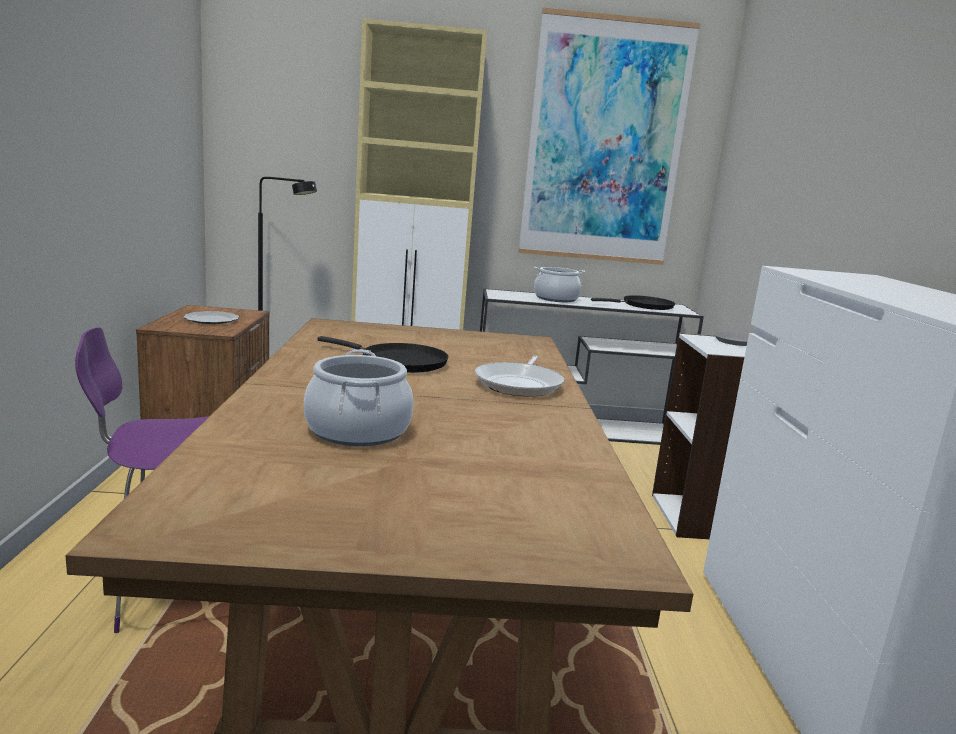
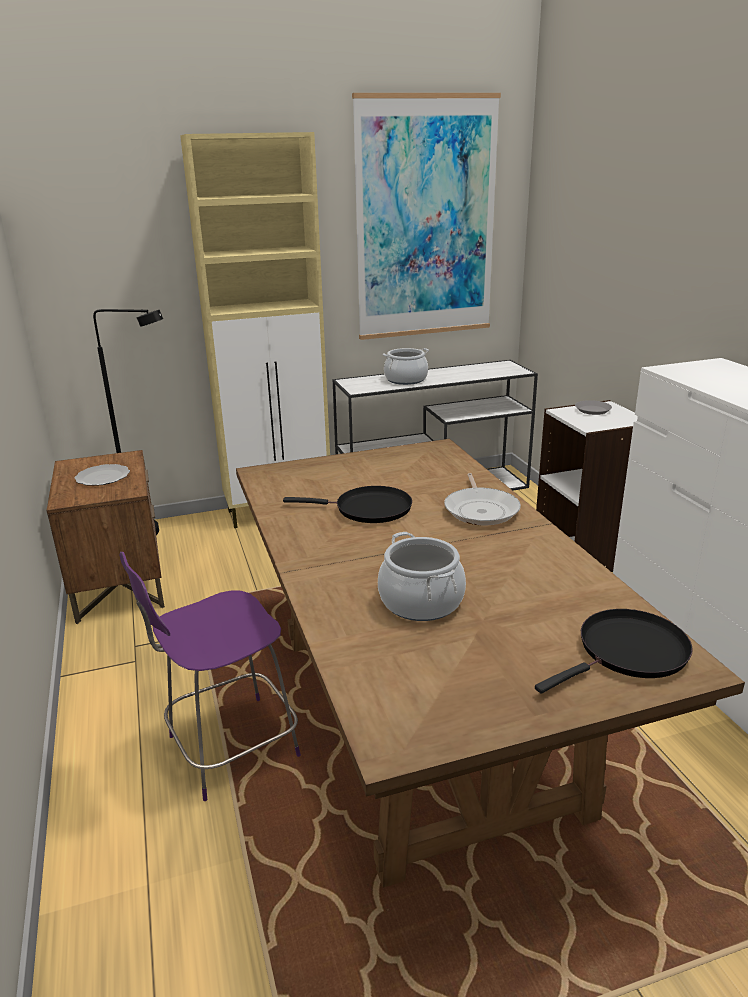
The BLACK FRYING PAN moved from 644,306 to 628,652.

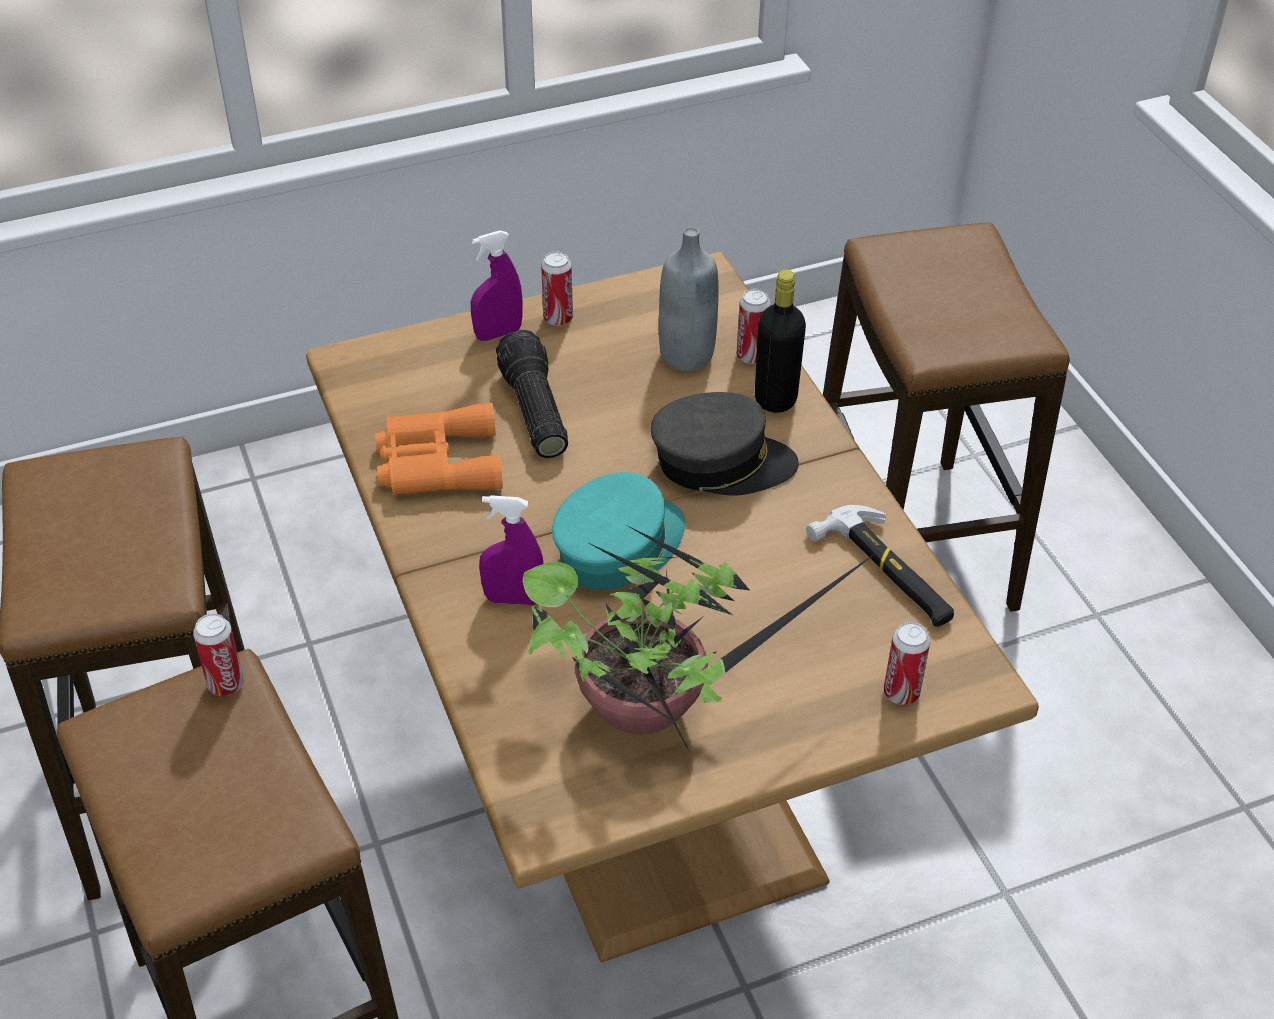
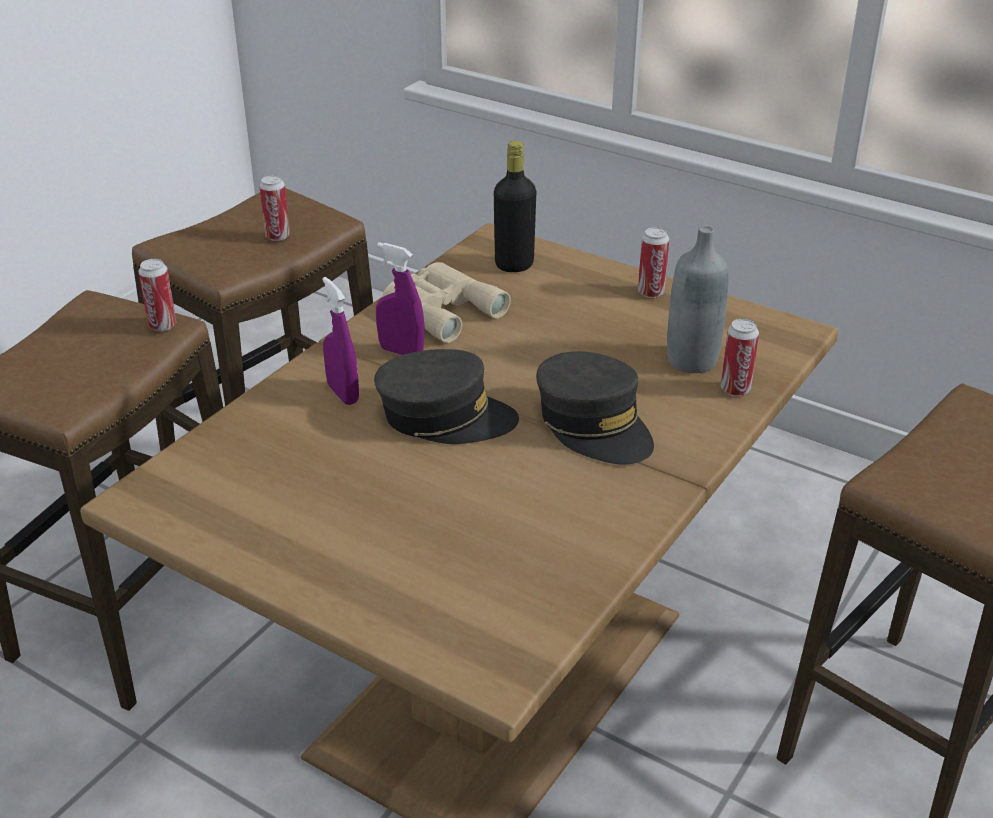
The ORANGE BINOCULARS at 435,462 became the BEIGE BINOCULARS at 440,309. The PURPLE SPRAY BOTTLE moved from 498,333 to 401,352. The FLASHLIGHT at 532,411 disappeared. The POTTED PLANT at 649,705 disappeared. The TURQUOISE CAP at 619,547 became the GREY CAP at 445,417. The BLACK BOTTLE moved from 775,399 to 514,265. The HAMMER at 887,572 disappeared. The CAN moved from 901,693 to 277,236.

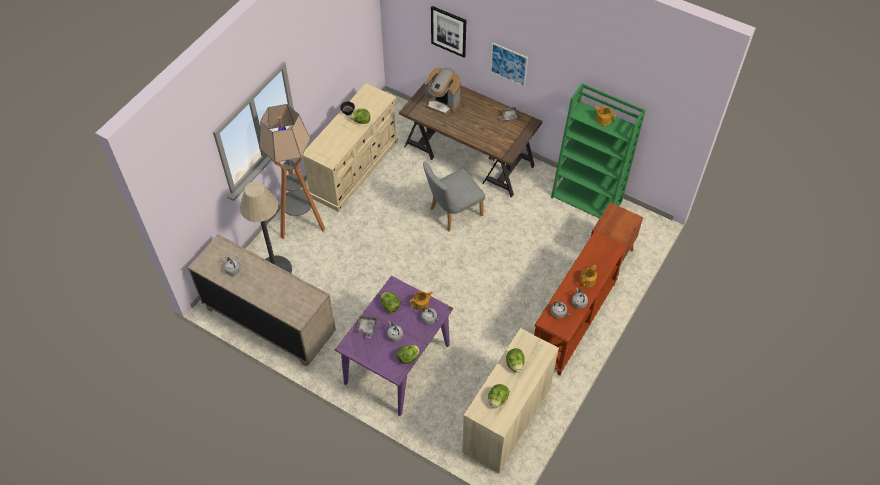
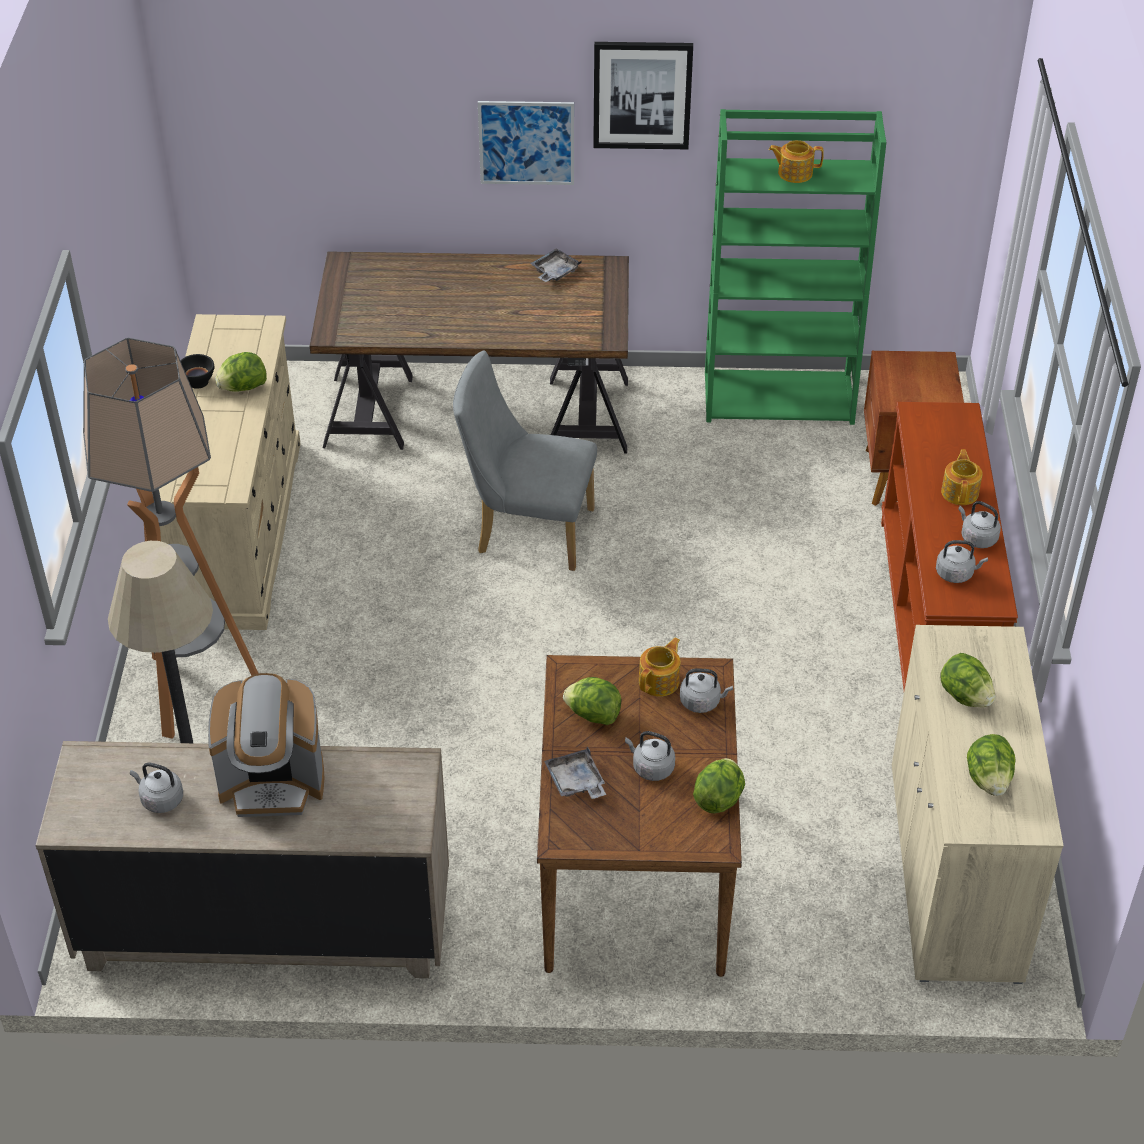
The PURPLE DINING TABLE at 397,363 became the BROWN DINING TABLE at 634,871. The GREY CHAIR at 452,213 turned 75 degrees clockwise. The COFFEE MACHINE moved from 442,103 to 273,783. The PICTURE moved from 449,31 to 642,95.

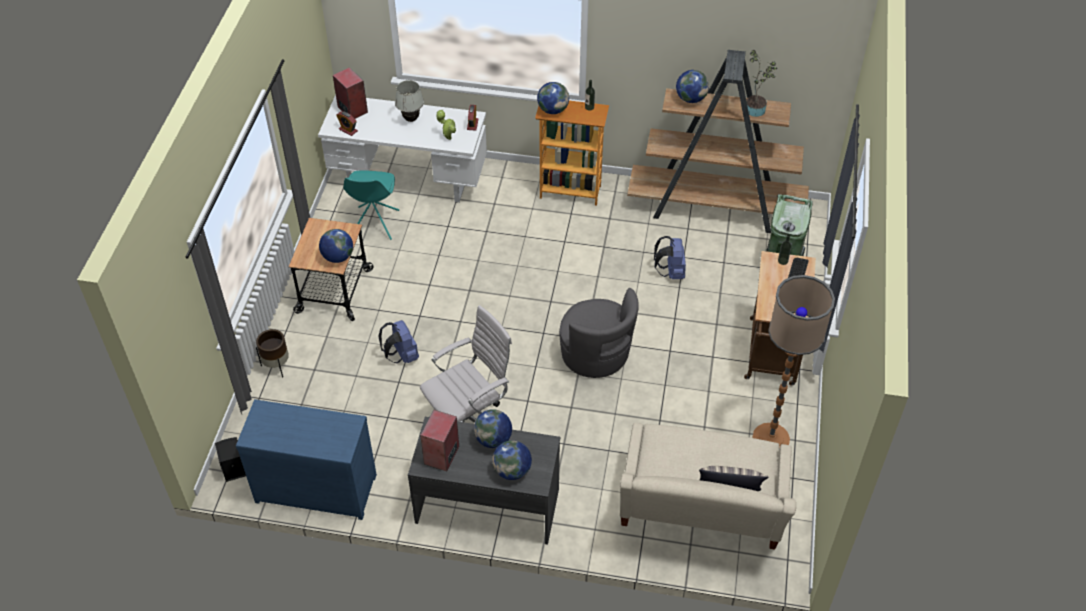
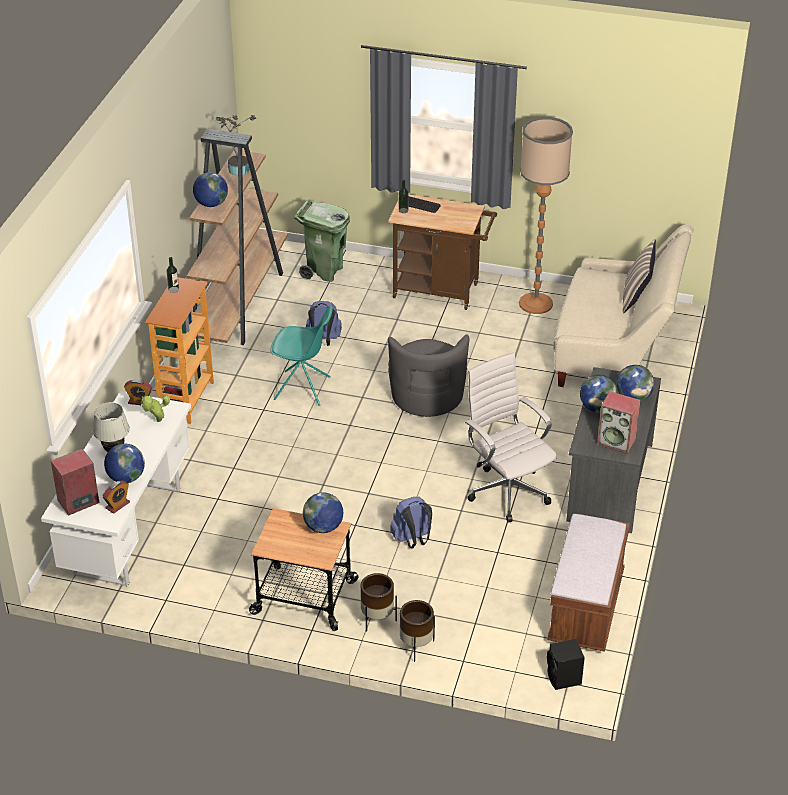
The BLUE DRESSER at 316,485 was replaced by the BROWN BENCH at 586,608. The TURQUOISE CHAIR moved from 374,224 to 303,388. The GLOBE moved from 553,110 to 126,478. The GREY ARMCHAIR at 596,355 turned 120 degrees clockwise. The BROWN PLANTER at 377,619 appeared.

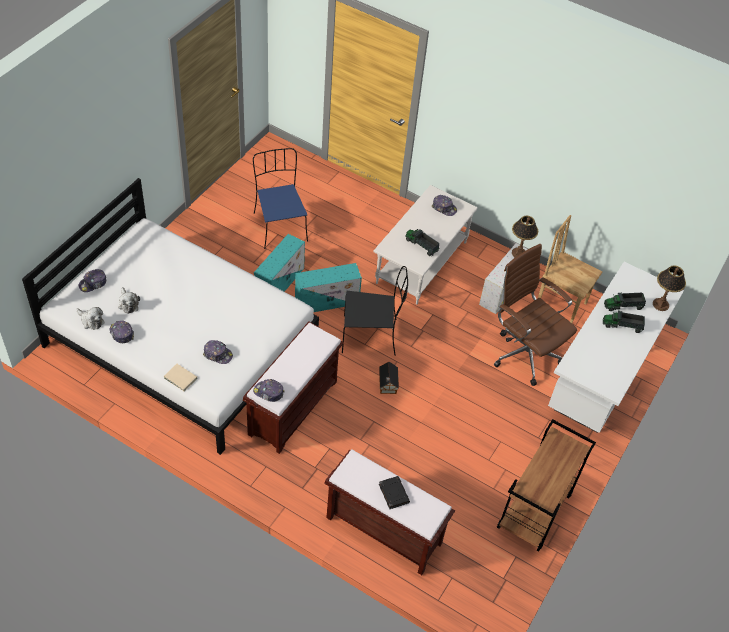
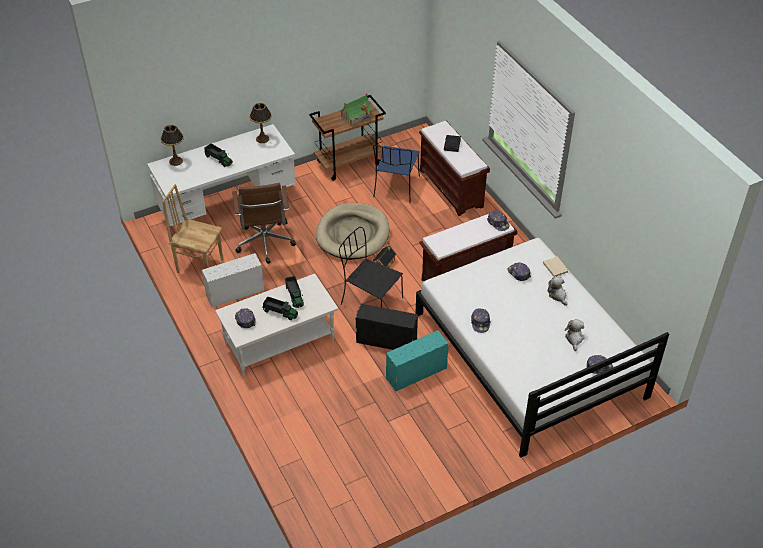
The PLUSH TOY moved from 91,321 to 557,295. The CAP moved from 121,333 to 480,323. The BLUE CHAIR moved from 279,226 to 396,188. The TURQUOISE STORAGE BOX at 328,301 became the BLACK STORAGE BOX at 385,341. The TABLE LAMP moved from 519,253 to 262,139. The BROWN CHAIR at 561,304 turned 135 degrees clockwise. The TOY TRUCK moved from 623,306 to 280,312. The BEIGE DOG BED at 353,234 appeared. The TOY HOUSE at 356,117 appeared.

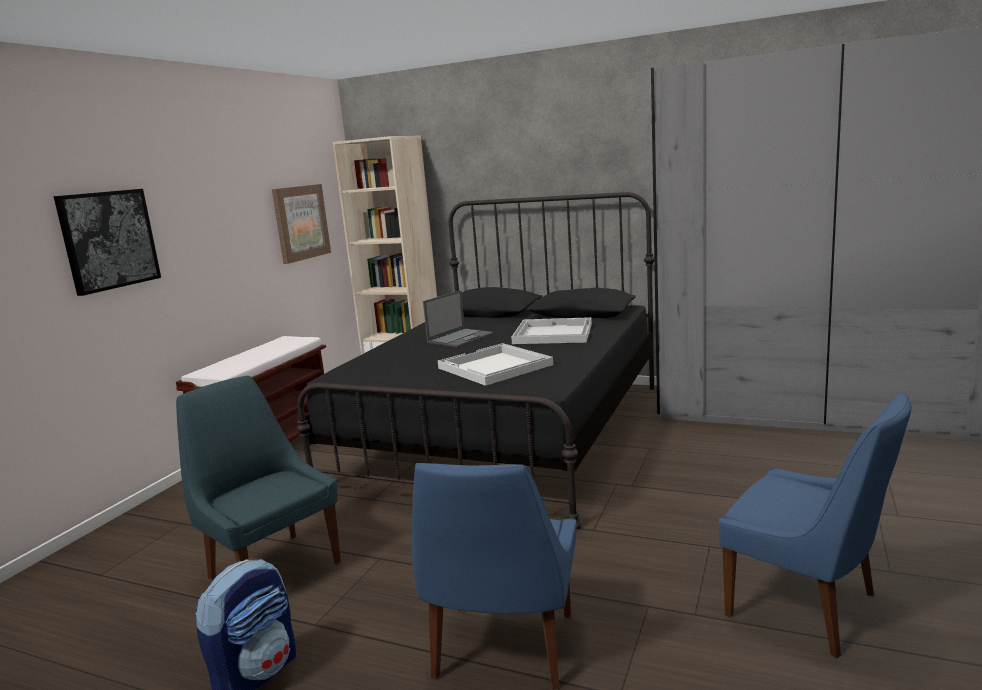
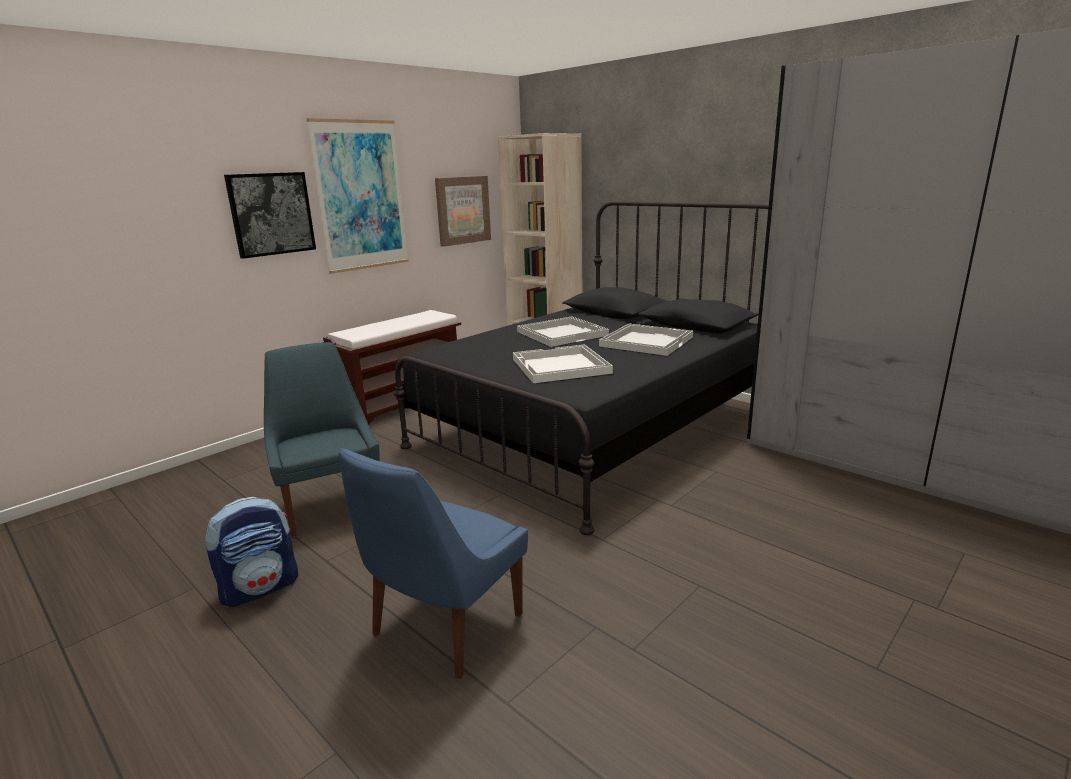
The LAPTOP at 460,338 was replaced by the WHITE TRAY at 562,333. The BLUE CHAIR at 807,607 disappeared. The PICTURE at 361,196 appeared.

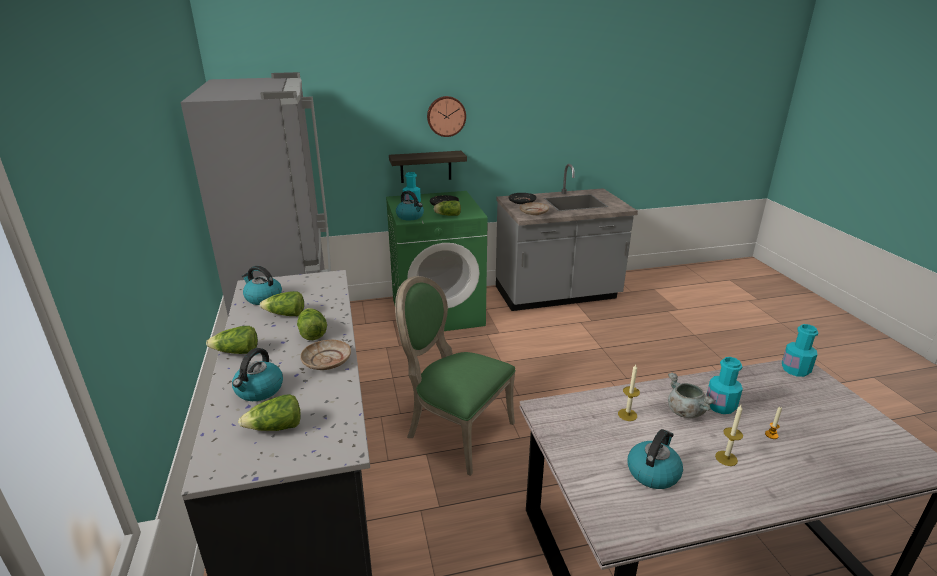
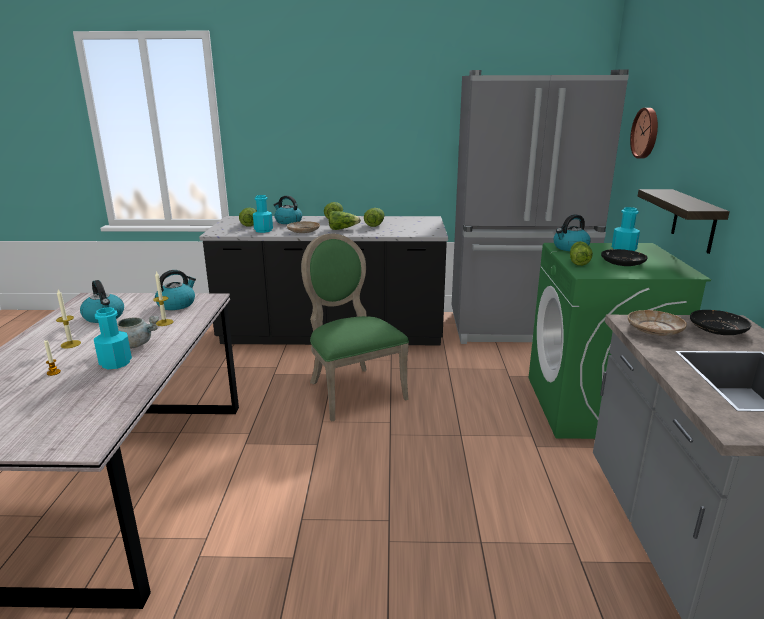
The KETTLE moved from 263,298 to 177,304. The GREEN CHAIR at 455,431 turned 75 degrees counterclockwise. The WALL CLOCK moved from 446,116 to 646,133. The TURQUOISE BOTTLE moved from 795,370 to 263,230.

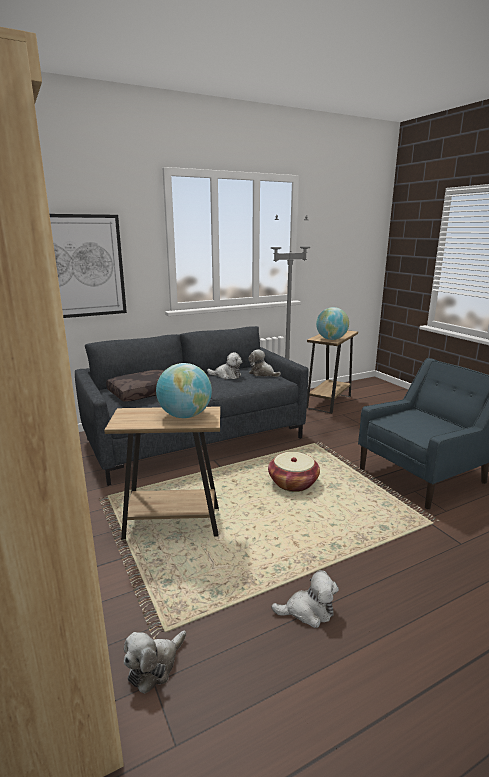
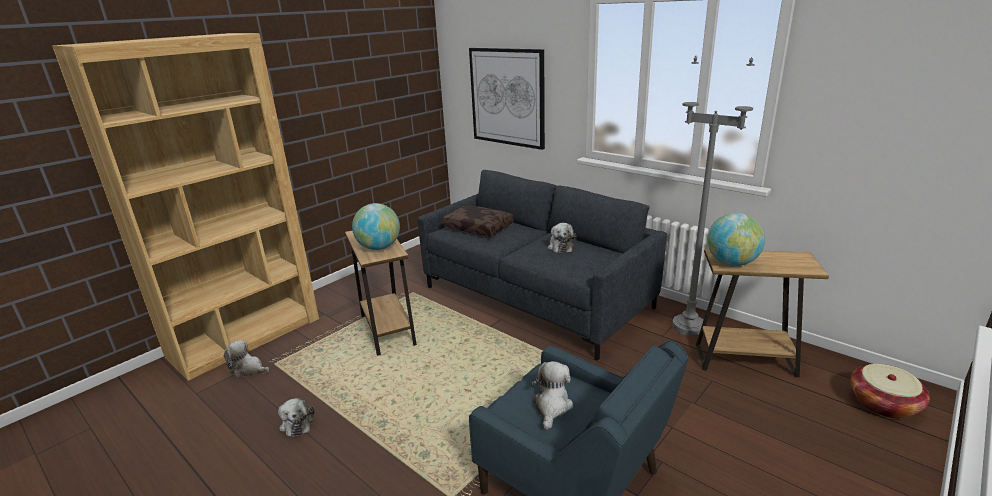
The PLUSH TOY moved from 262,374 to 552,406. The BASKET moved from 293,483 to 883,404.

